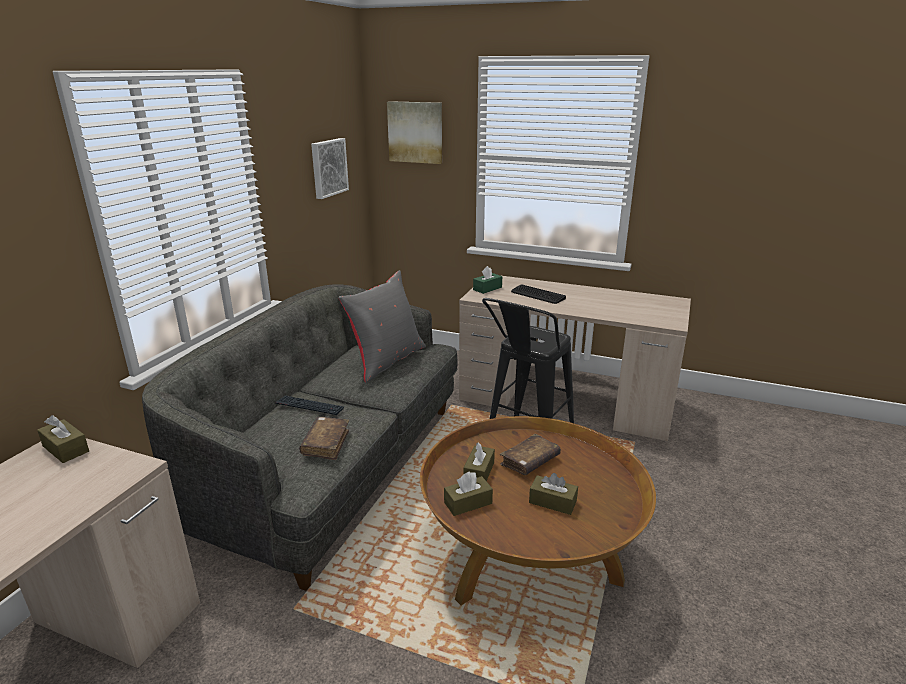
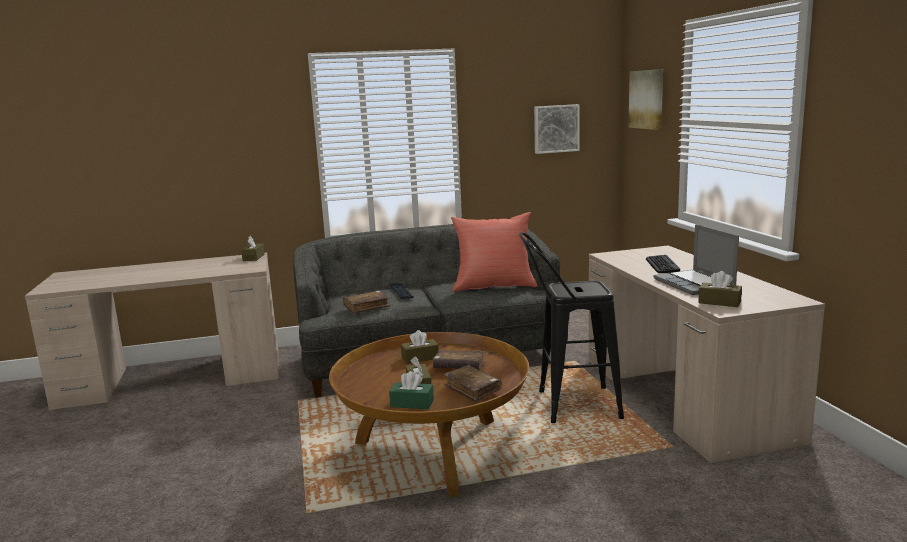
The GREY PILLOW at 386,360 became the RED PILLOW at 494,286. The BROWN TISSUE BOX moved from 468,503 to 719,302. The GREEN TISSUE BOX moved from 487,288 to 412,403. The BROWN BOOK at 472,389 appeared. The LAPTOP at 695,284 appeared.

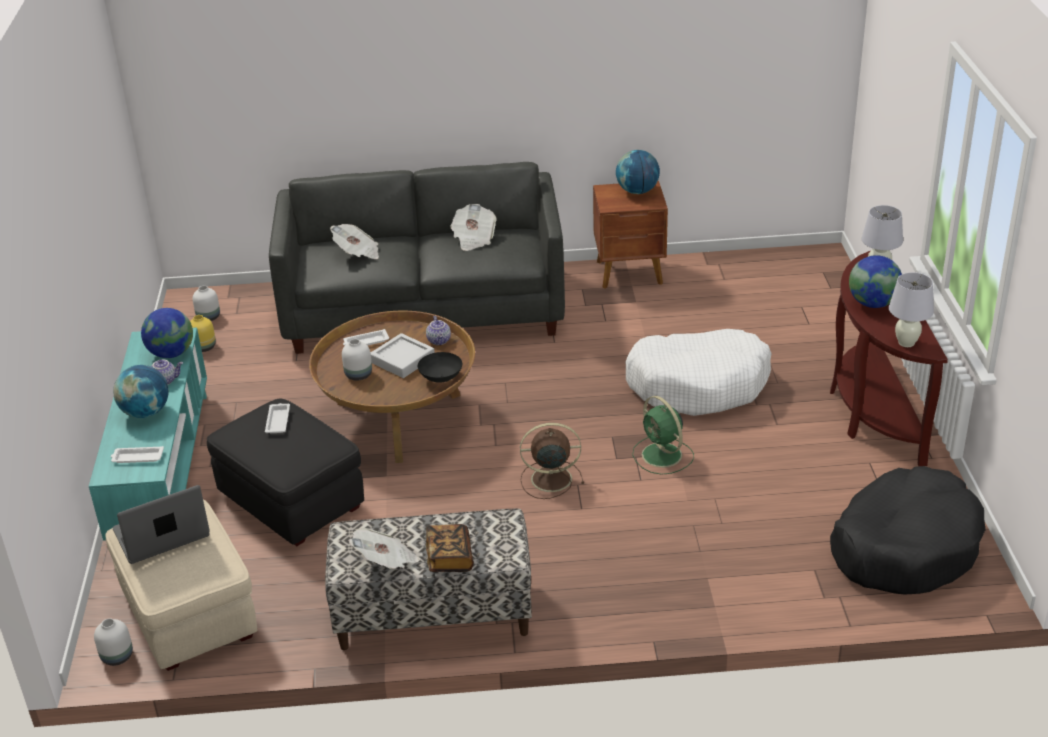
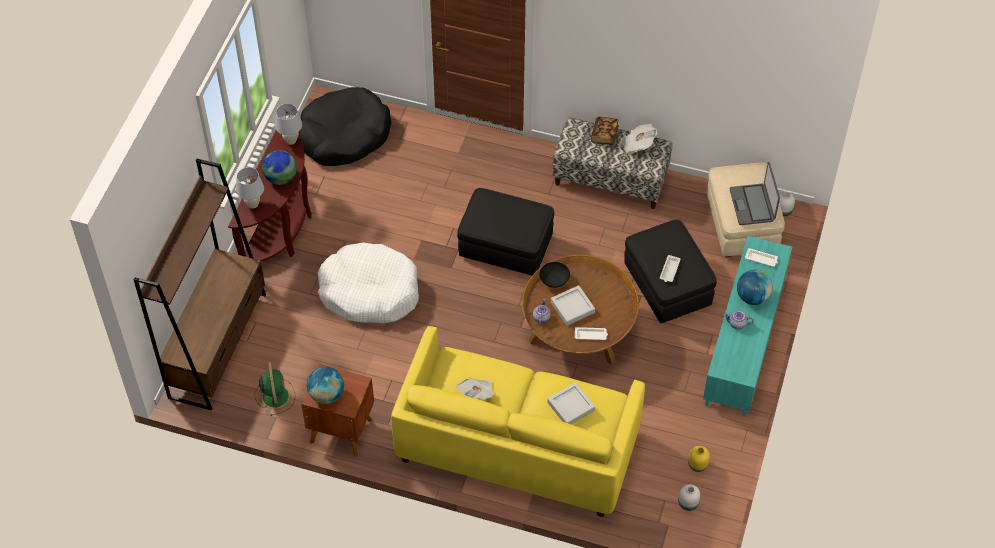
The LAPTOP at 162,534 turned 90 degrees clockwise. The GLOBE at 171,353 disappeared. The GREY SOFA at 425,310 became the YELLOW SOFA at 517,445. The NEWSPAPER at 357,253 was replaced by the GREY TRAY at 571,406. The WHITE VASE at 357,375 disappeared. The BROWN FAN at 549,479 was replaced by the BLACK OTTOMAN at 506,247. The GREEN FAN moved from 663,456 to 275,395. The BROWN BOOKCASE at 218,345 appeared.

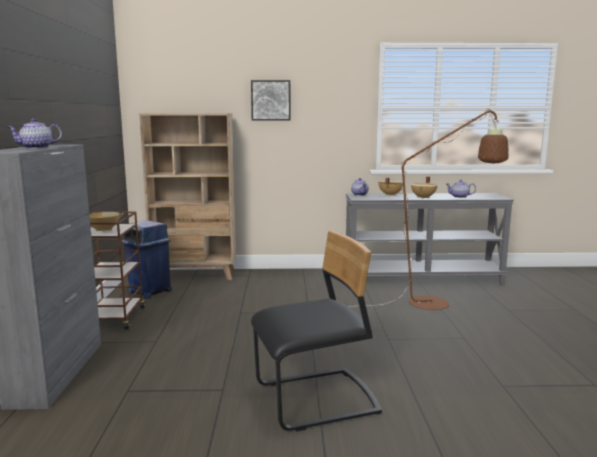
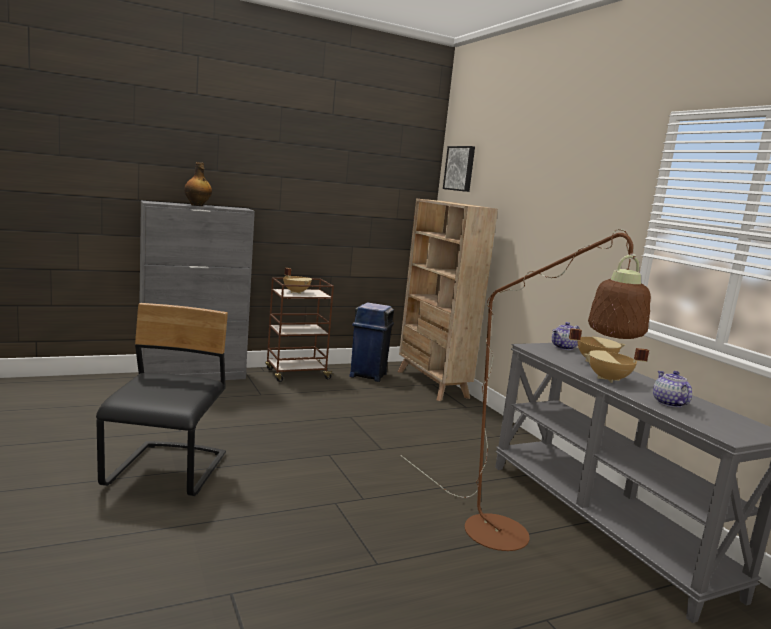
The TEAPOT at 36,148 was replaced by the BOTTLE at 197,205. The PICTURE moved from 271,100 to 460,168. The BLACK CHAIR at 316,400 turned 135 degrees counterclockwise.

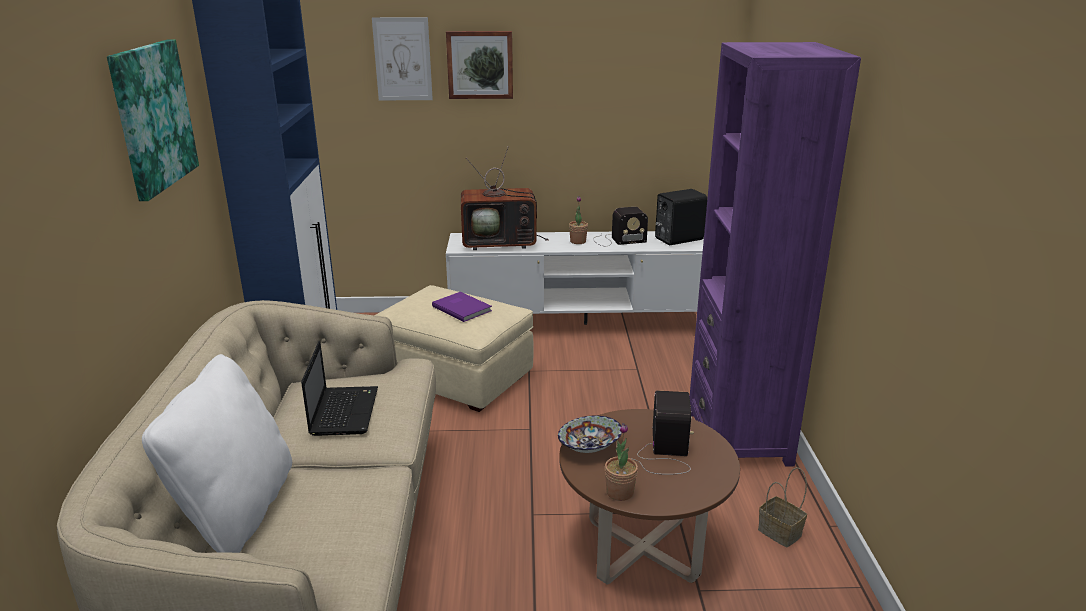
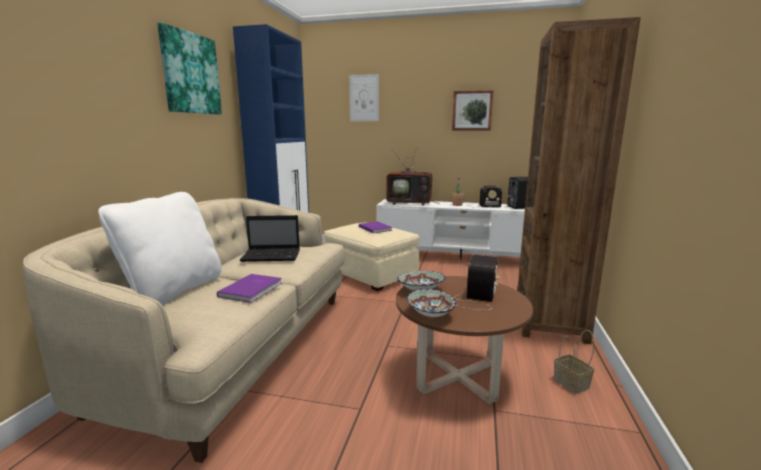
The LAPTOP at 344,411 turned 75 degrees clockwise. The PICTURE moved from 480,64 to 472,110. The POTTED PLANT at 619,492 was replaced by the BOWL at 431,314. The PURPLE BOOKCASE at 738,437 became the BROWN BOOKCASE at 550,323. The PURPLE BOOK at 253,289 appeared.

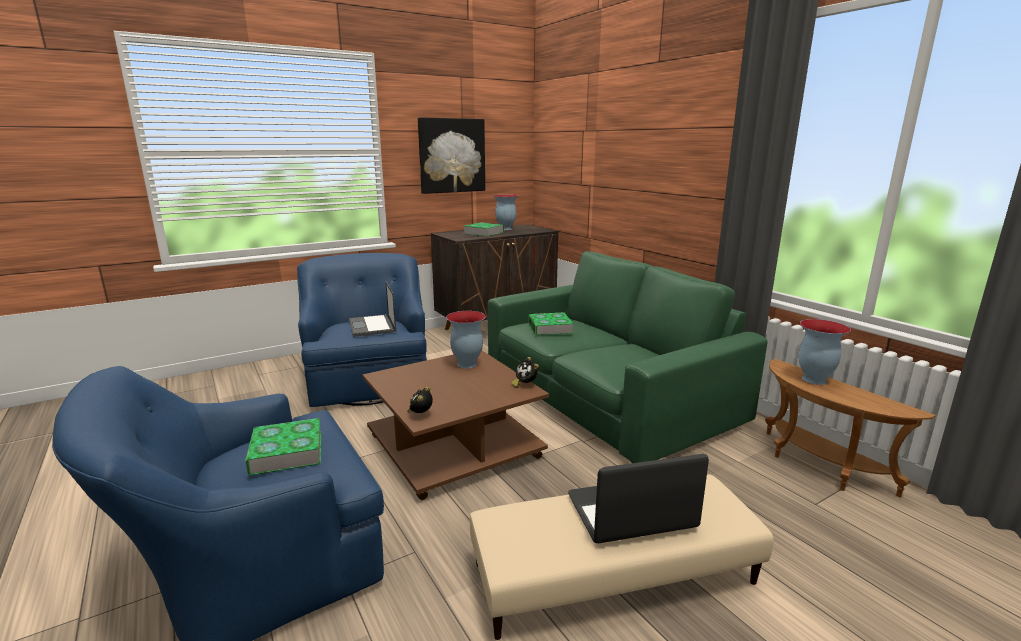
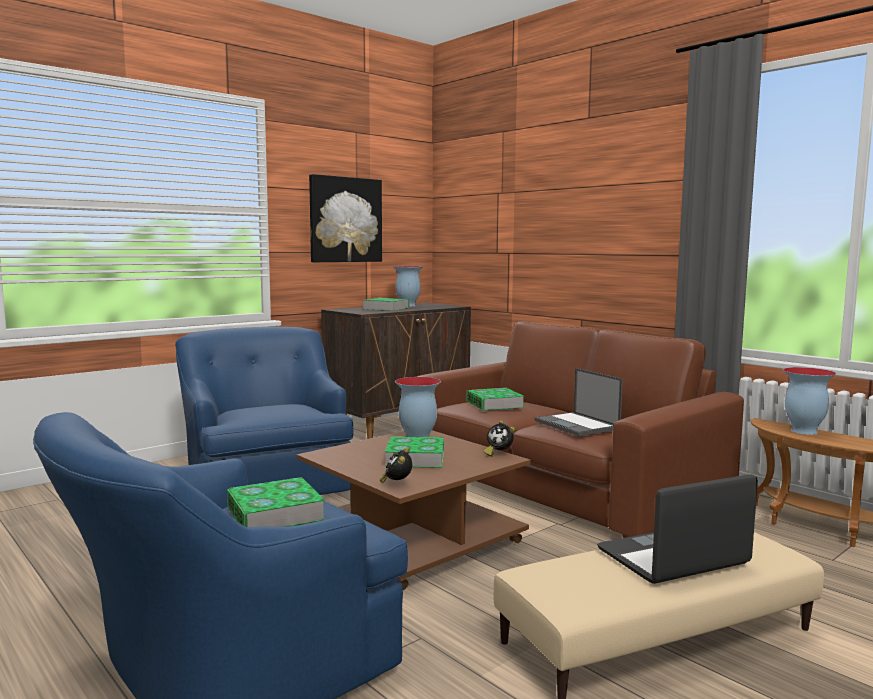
The LAPTOP moved from 372,326 to 577,425. The GREEN SOFA at 605,395 became the BROWN SOFA at 562,481. The BOOK at 415,458 appeared.

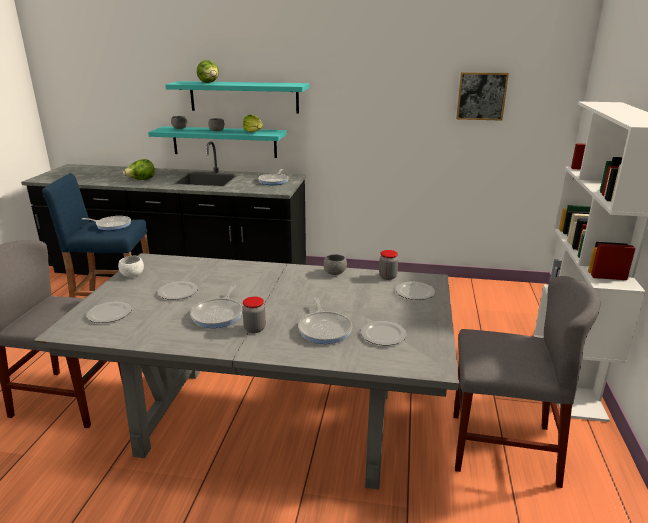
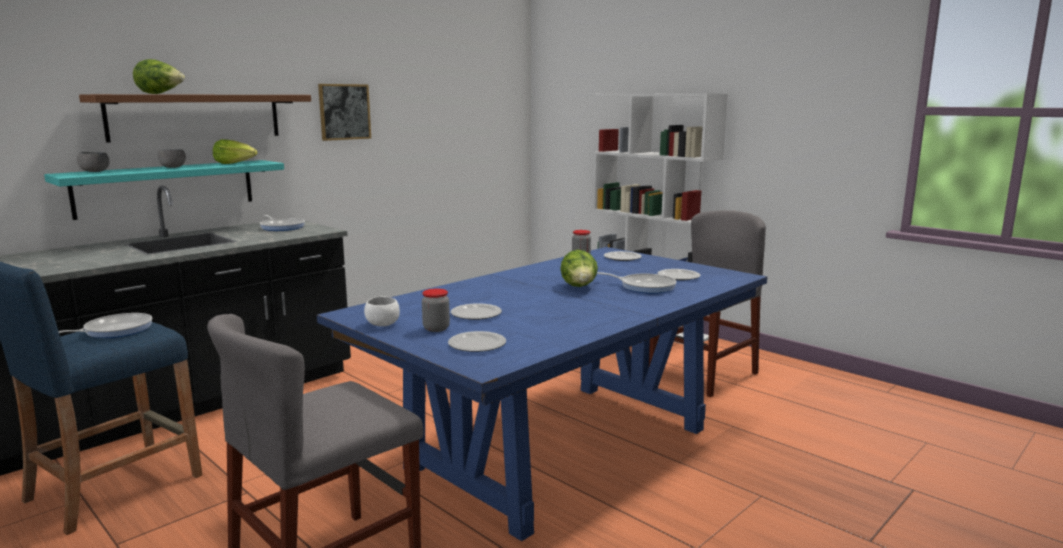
The GREY DINING TABLE at 272,421 became the BLUE DINING TABLE at 562,447. The LETTUCE moved from 141,180 to 579,287. The TURQUOISE SHELF at 244,97 became the BROWN SHELF at 196,116. The FRYING PAN at 219,314 disappeared. The JAR moved from 254,328 to 436,328. The GREY BOWL at 335,273 disappeared. The PICTURE moved from 481,96 to 344,112.

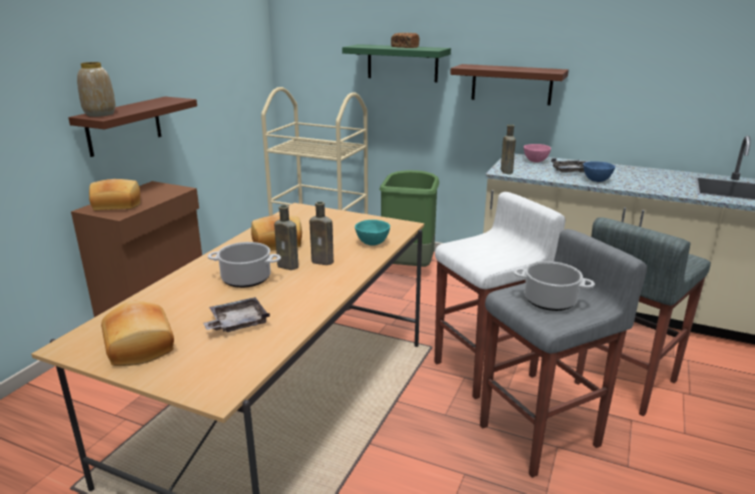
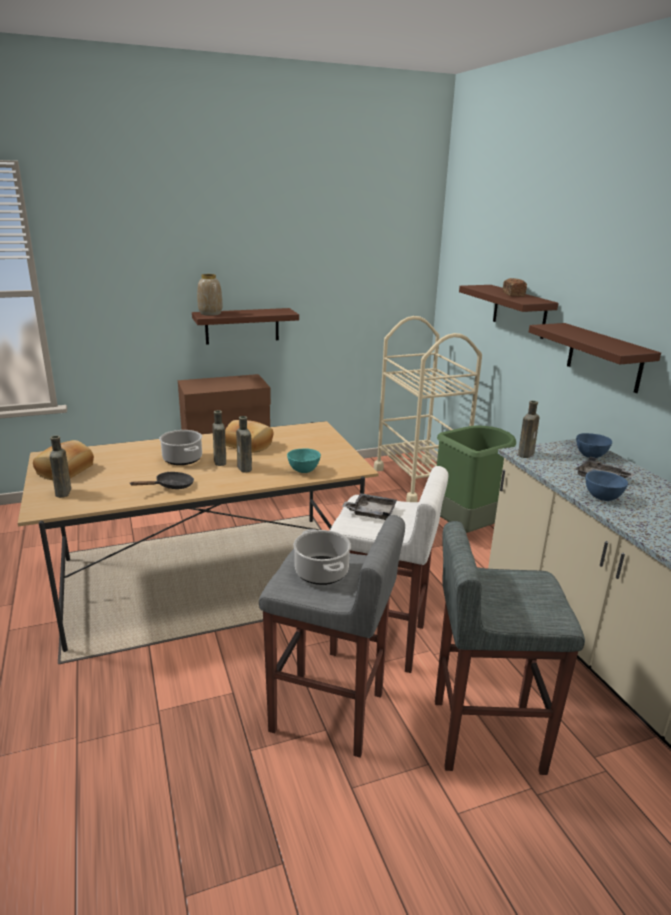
The BREAD at 117,204 disappeared. The GREY TRAY moved from 237,323 to 371,513. The GREEN SHELF at 402,63 became the BROWN SHELF at 519,311. The PINK BOWL at 535,161 became the BLUE BOWL at 591,456. The BROWN BOTTLE at 63,493 appeared. The BLACK FRYING PAN at 171,486 appeared.

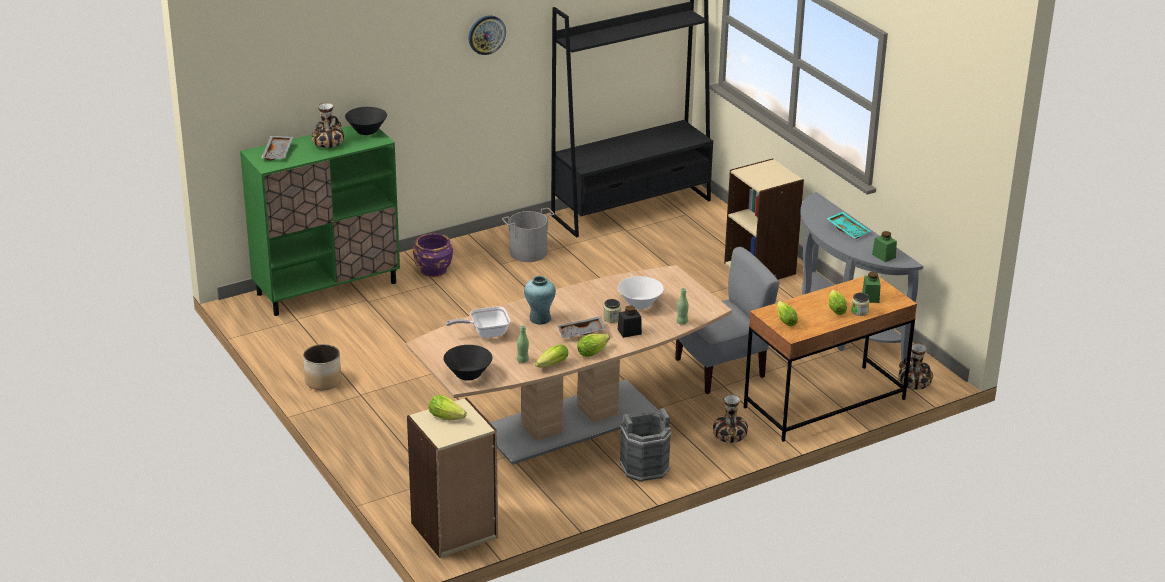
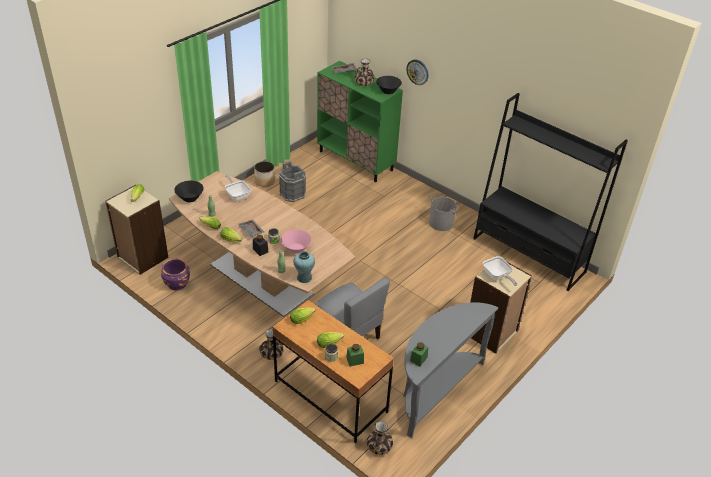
The PURPLE PLANTER moved from 433,270 to 177,283. The WALL CLOCK moved from 486,34 to 417,72. The TURQUOISE VASE moved from 540,318 to 304,278. The WHITE BOWL at 639,304 became the PINK BOWL at 296,249. The GREY BUCKET moved from 644,467 to 292,194. The TURQUOISE TRAY at 848,230 disappeared. The FRYING PAN at 497,277 appeared.

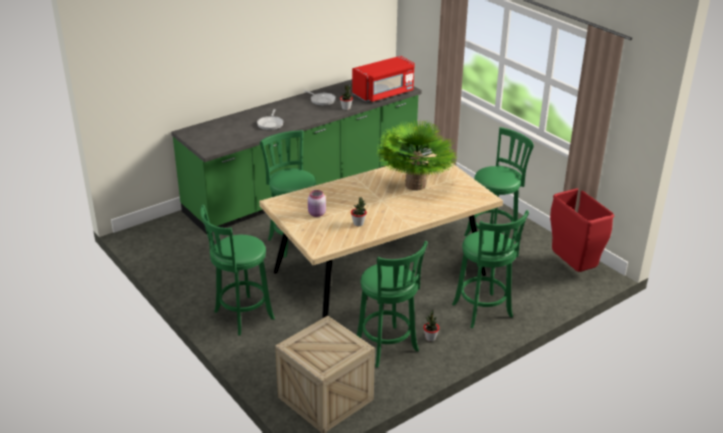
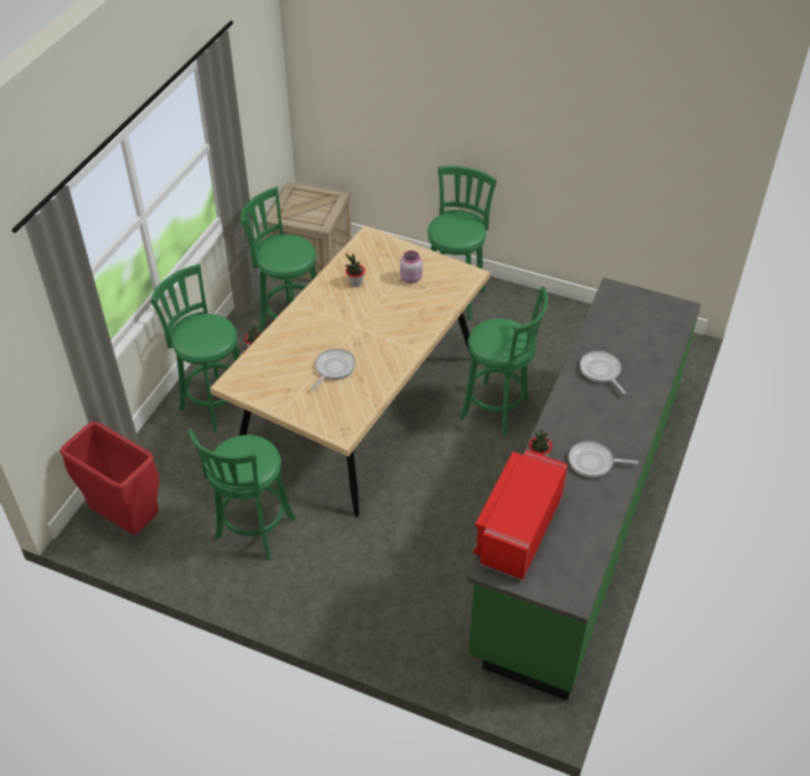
The POTTED PLANT at 415,185 was replaced by the FRYING PAN at 333,368.

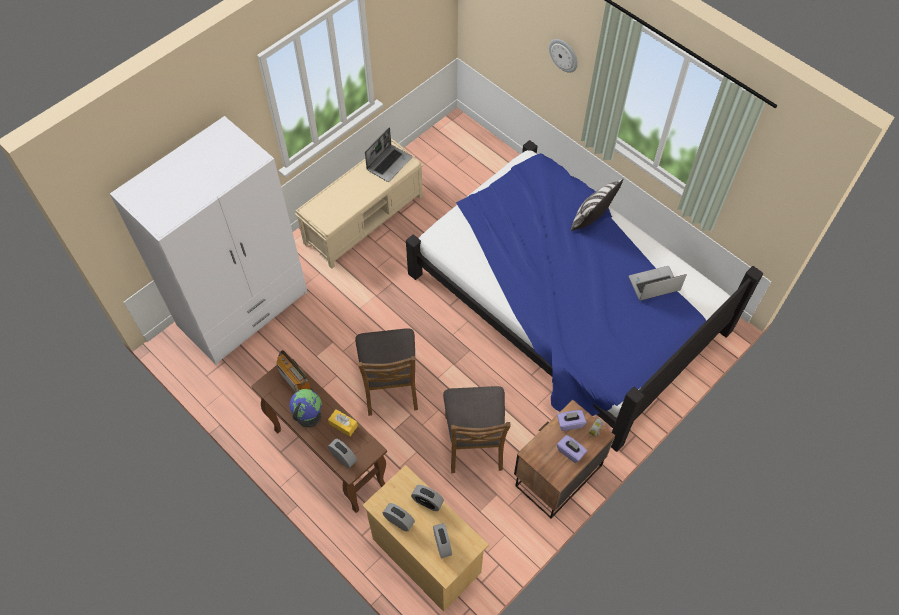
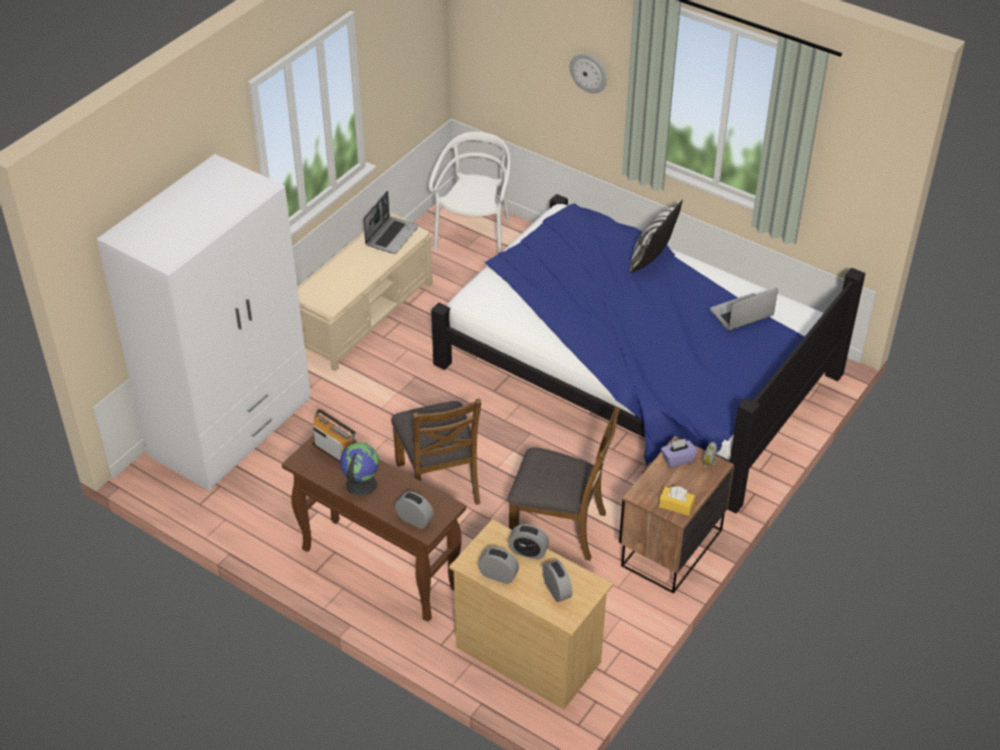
The YELLOW TISSUE BOX moved from 343,425 to 676,505. The BROWN CHAIR at 474,442 turned 60 degrees counterclockwise. The PURPLE TISSUE BOX at 570,452 disappeared. The WHITE CHAIR at 475,236 appeared.

